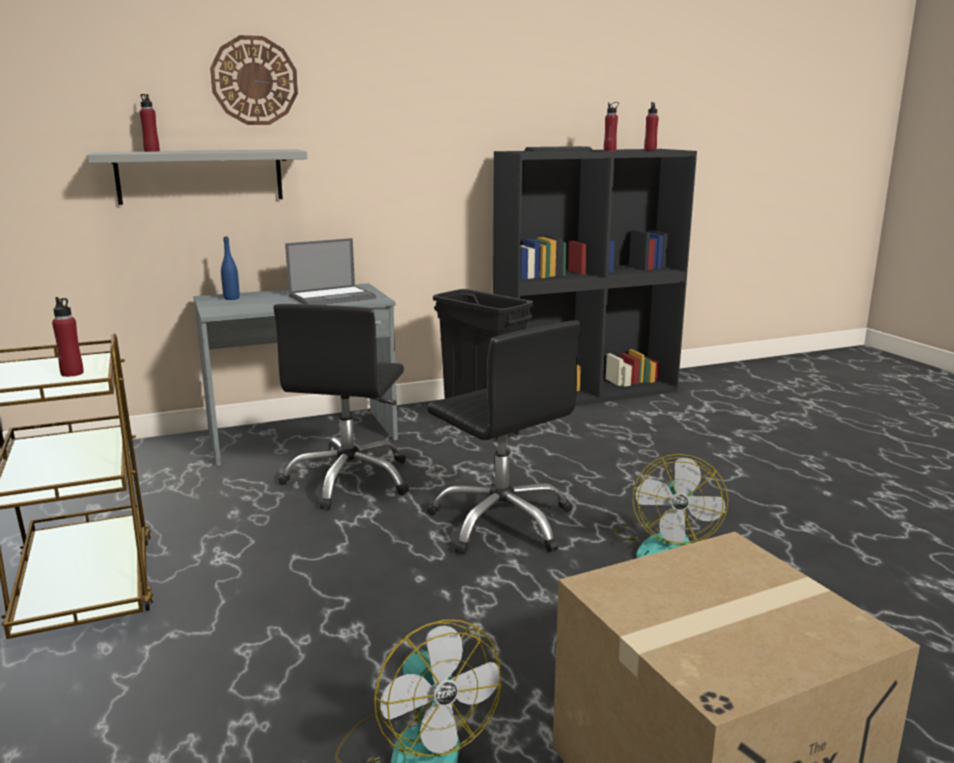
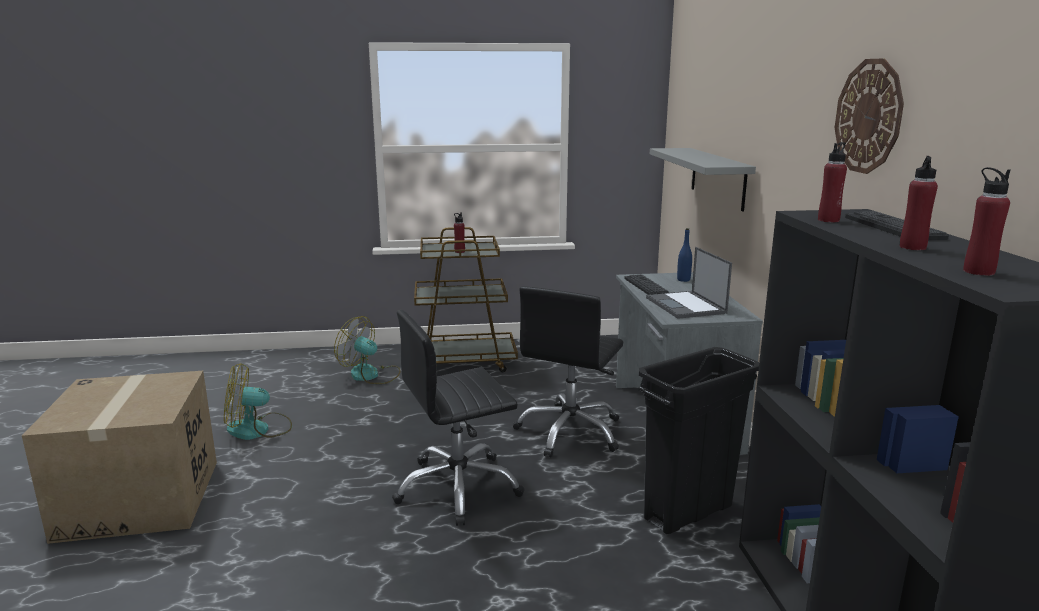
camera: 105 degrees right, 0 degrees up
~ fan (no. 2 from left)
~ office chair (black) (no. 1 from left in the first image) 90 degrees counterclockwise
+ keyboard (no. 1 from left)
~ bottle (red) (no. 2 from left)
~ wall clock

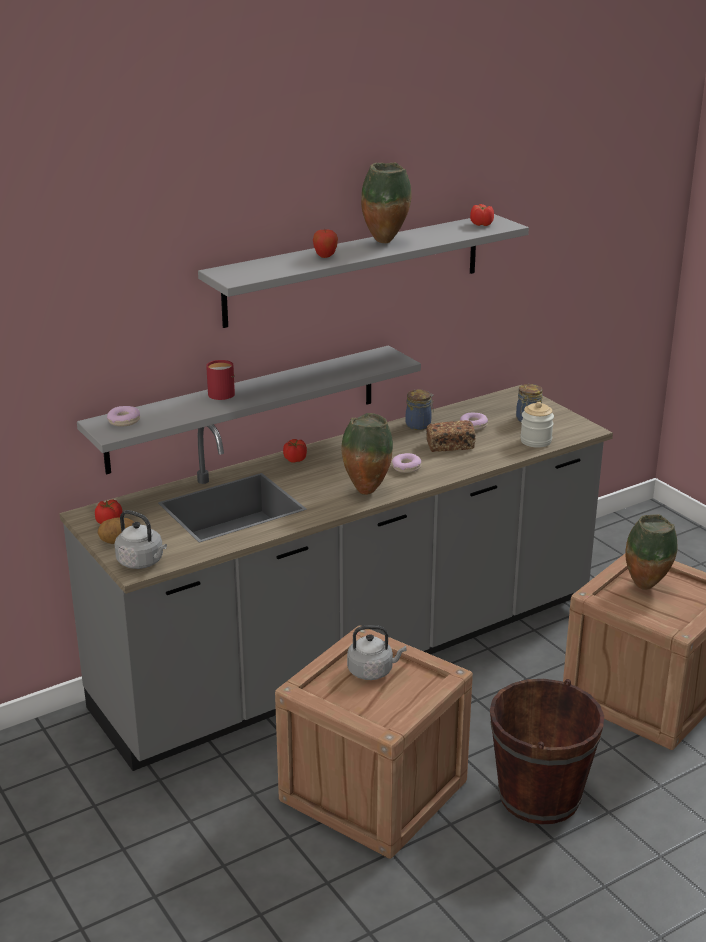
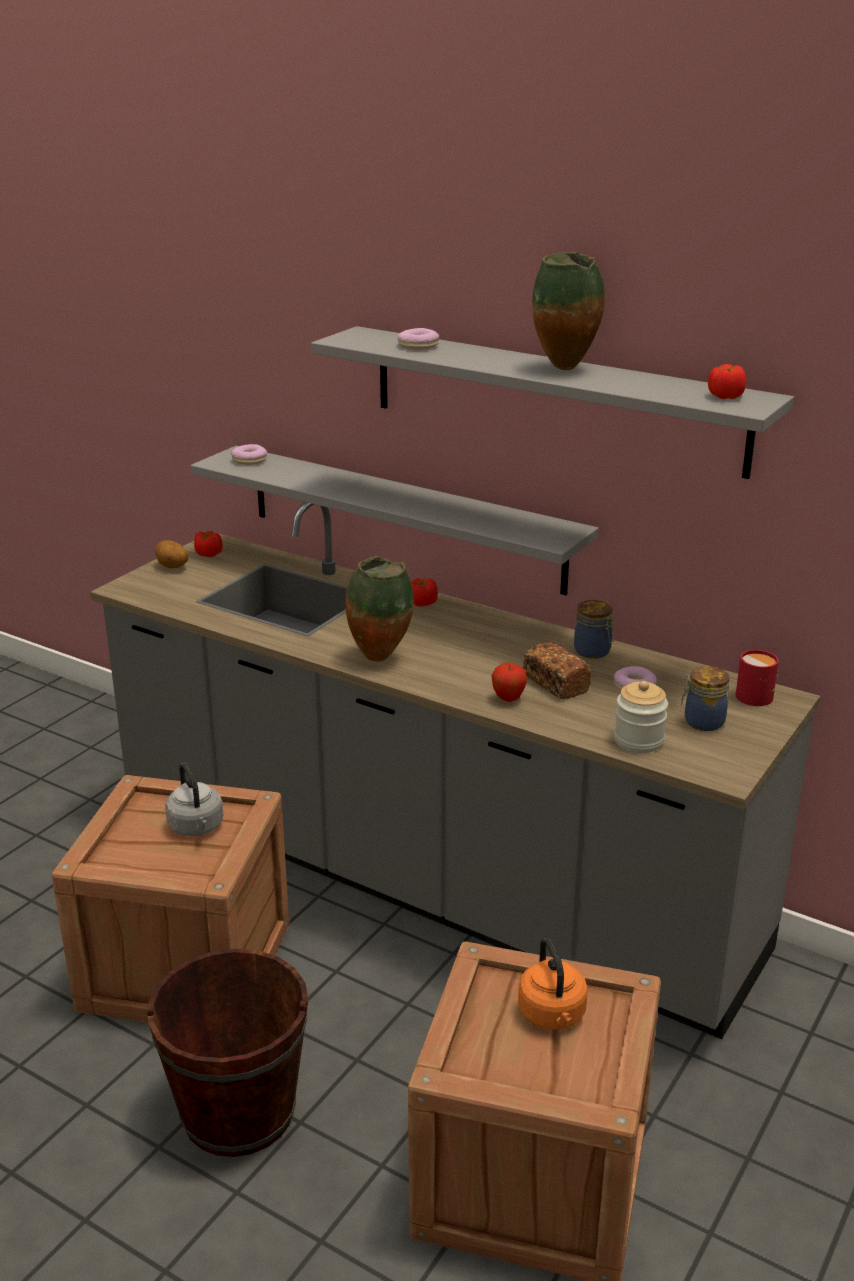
camera: 65 degrees right, 0 degrees up
~ donut (no. 2 from left)
~ apple
~ vase (no. 3 from left) to kettle (orange)
~ mug (red)
- kettle (grey) (no. 1 from left)

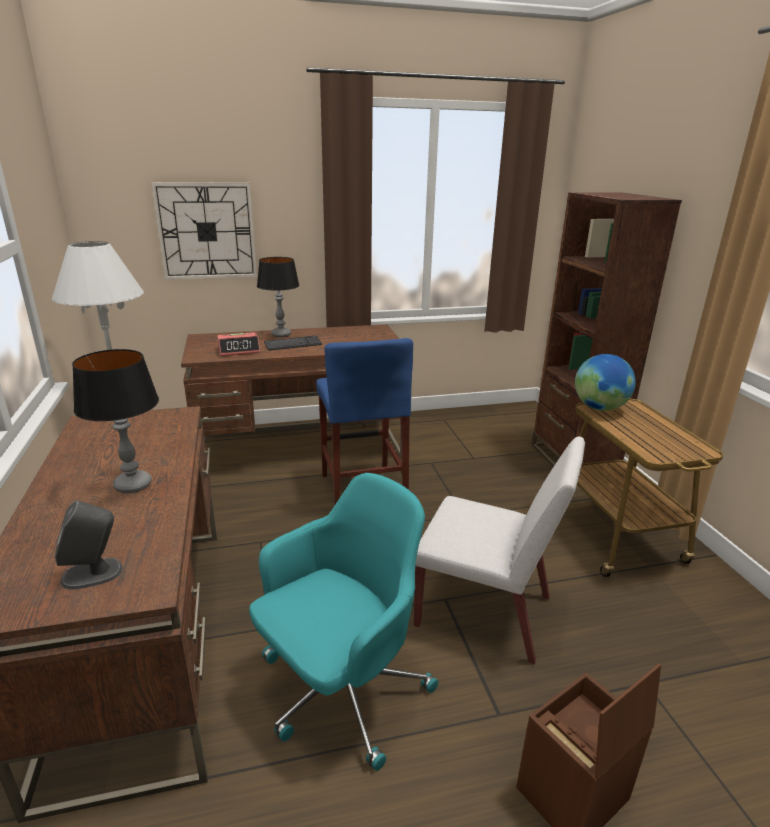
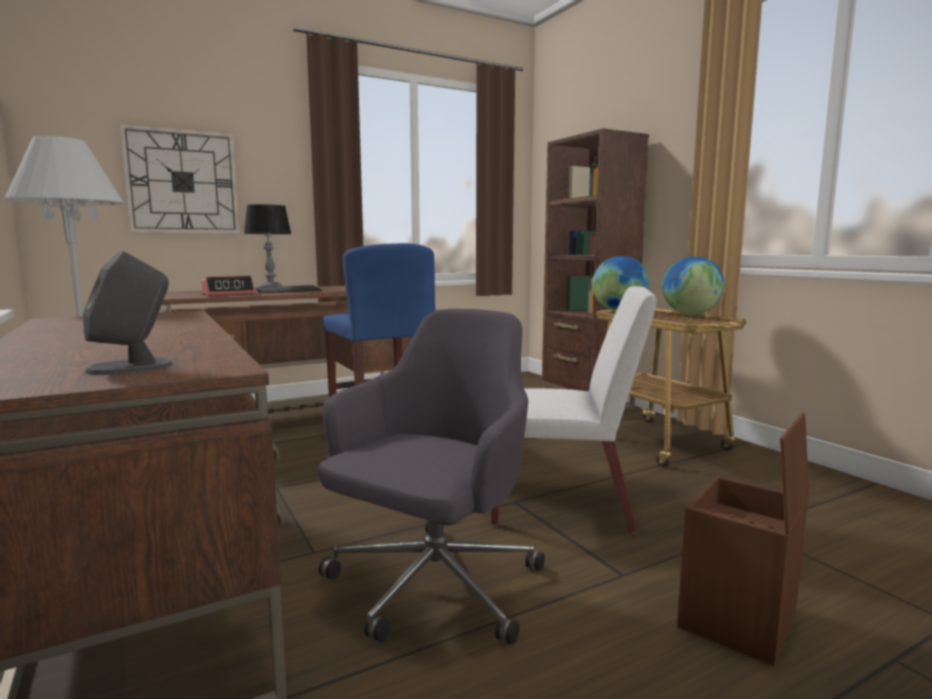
camera: 15 degrees left, 15 degrees down
~ office chair (turquoise) to office chair (grey)
+ globe (no. 2 from left)
- table lamp (no. 1 from left)

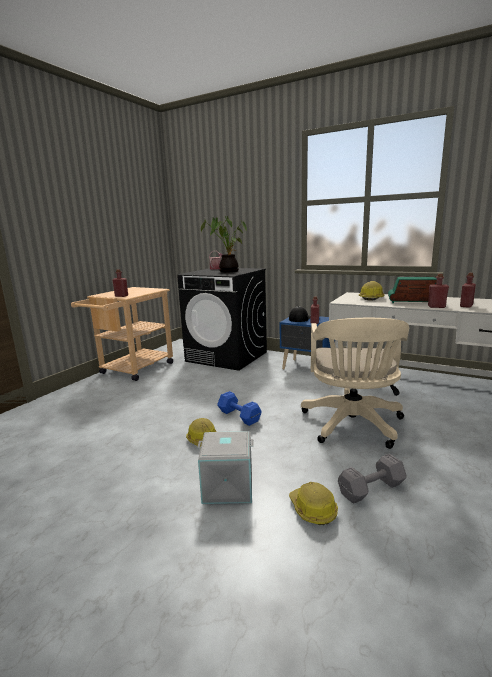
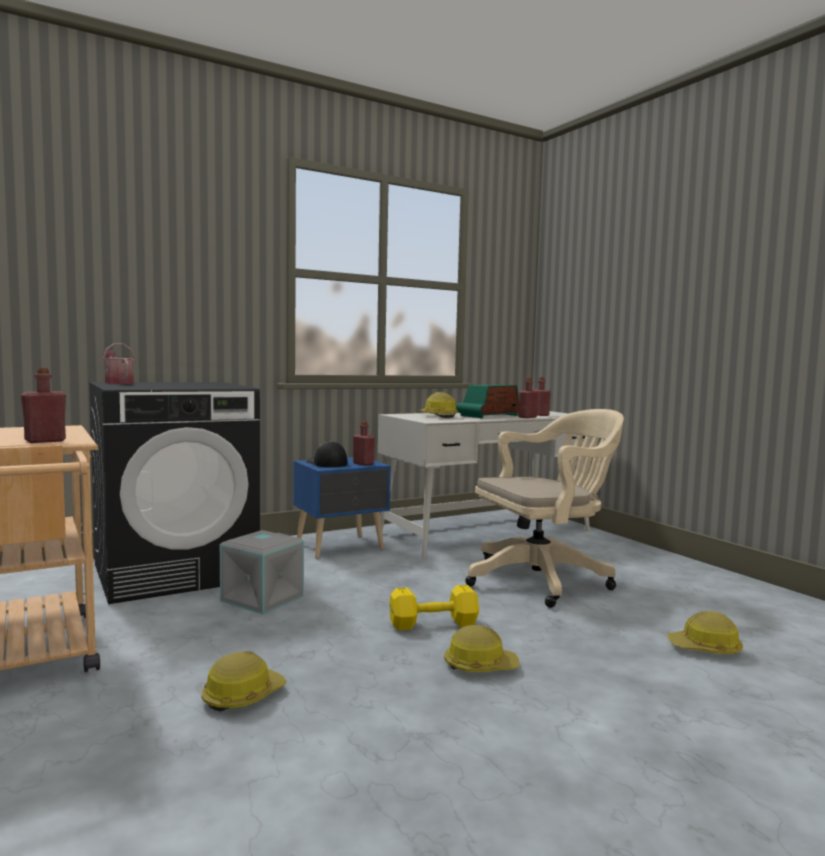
camera: 60 degrees left, 10 degrees down
+ hard hat (no. 1 from left)
~ storage box (grey)
~ dumbbell (blue) to dumbbell (yellow)
~ office chair (beige) 60 degrees counterclockwise
- potted plant
- dumbbell (grey)

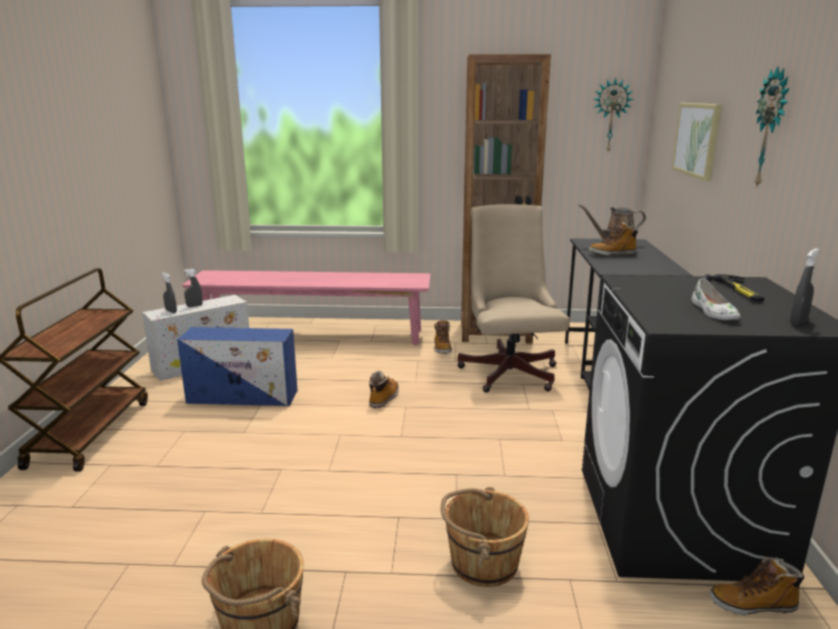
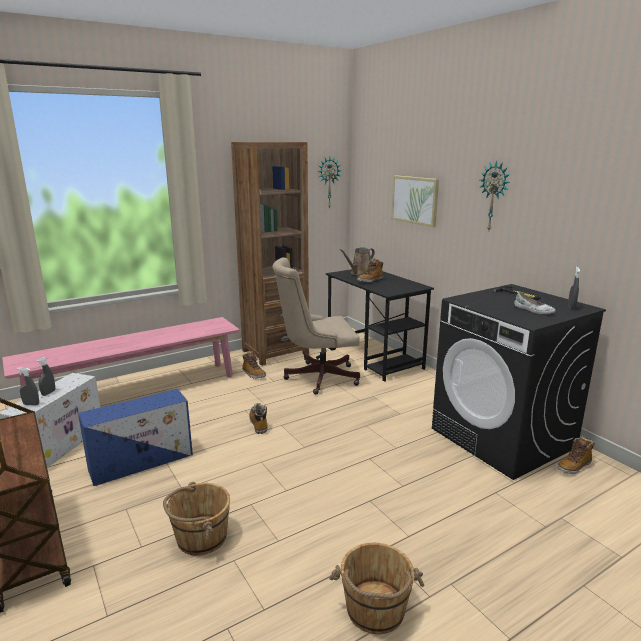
camera: 35 degrees left, 0 degrees up
~ bucket (brown) (no. 2 from left in the first image) to bucket (brown) (no. 1 from left)
~ office chair (beige) 60 degrees counterclockwise

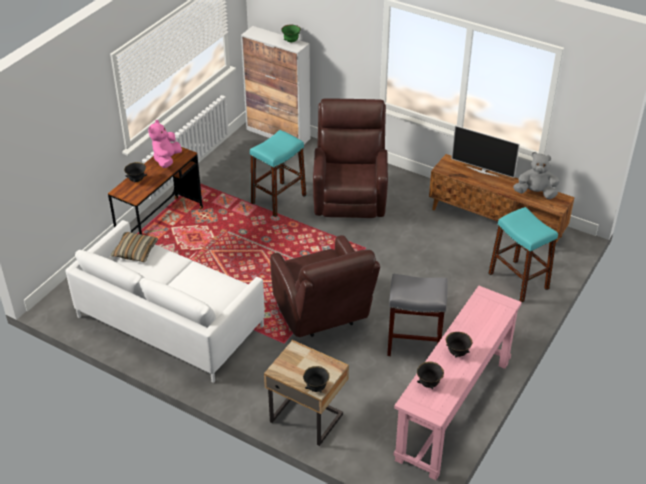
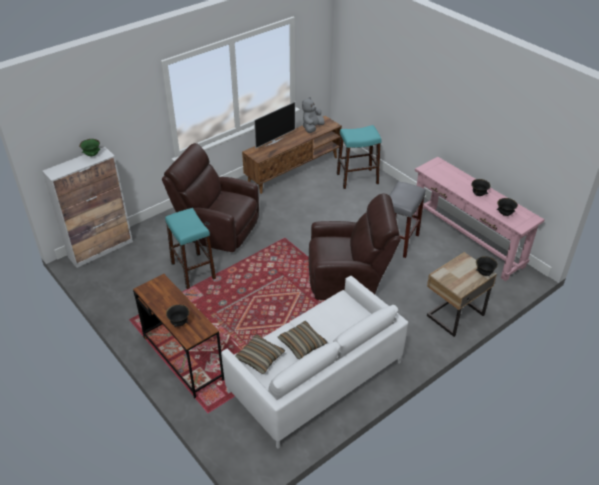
camera: 70 degrees left, 0 degrees up
+ pillow (no. 2 from left)
- plush toy (pink)

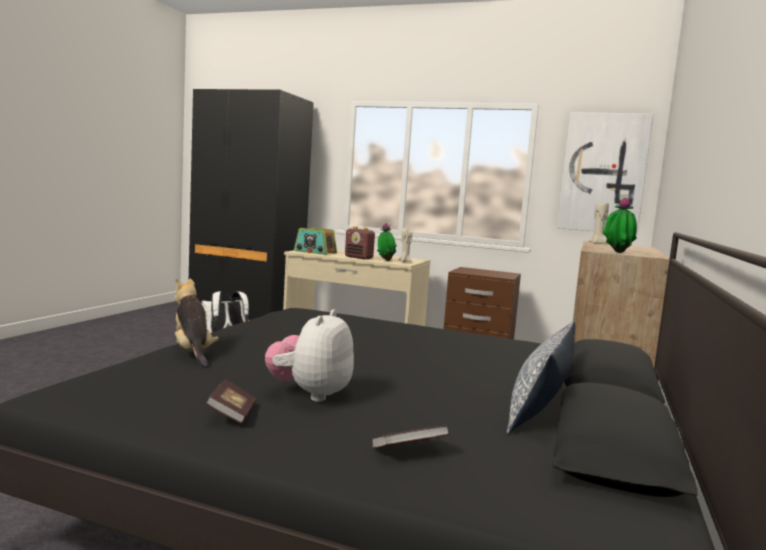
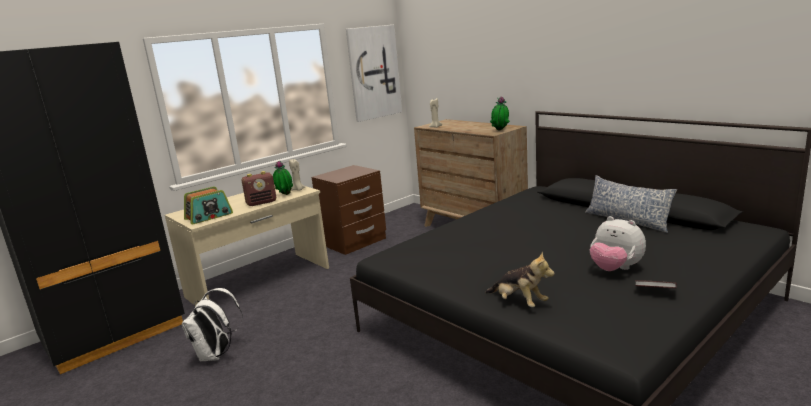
camera: 60 degrees left, 10 degrees up
~ plush toy (no. 1 from left) 135 degrees counterclockwise
- book (no. 2 from left)

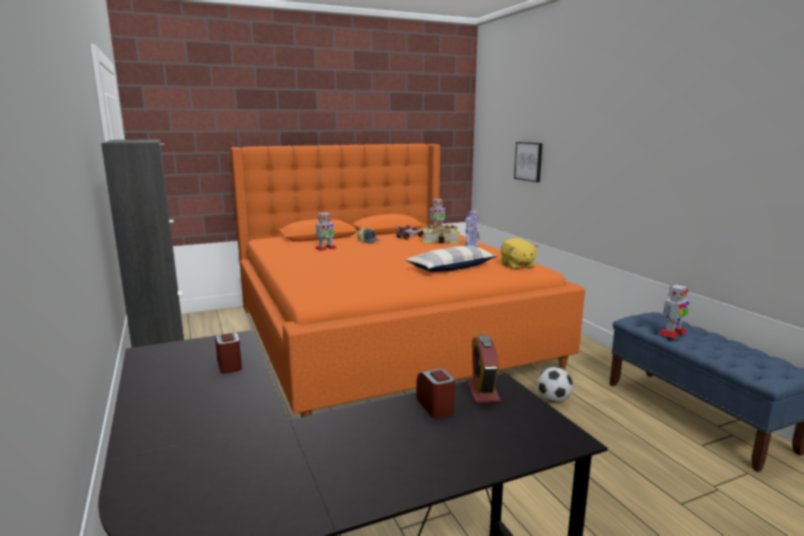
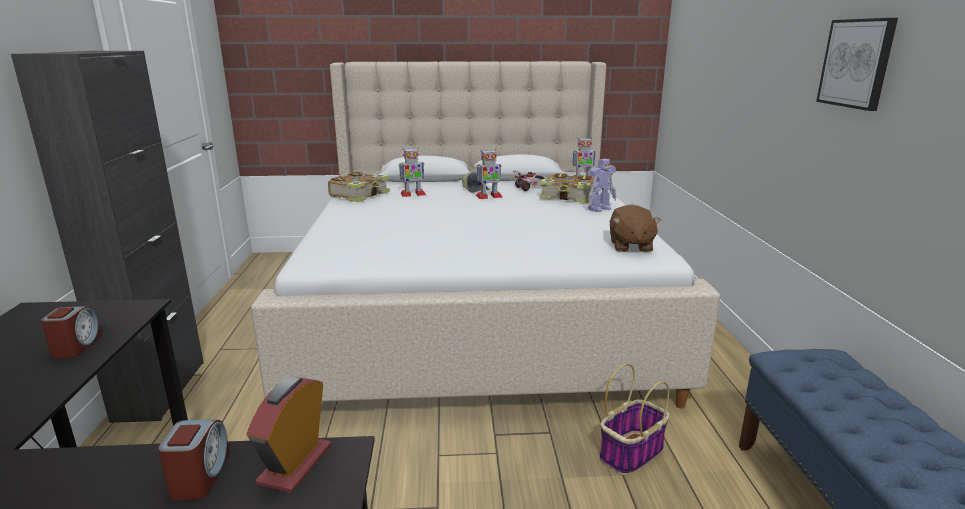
camera: 20 degrees right, 5 degrees up
~ bed (orange) to bed (beige)
+ book (no. 1 from left)
~ toy robot (no. 4 from left in the first image) to toy robot (no. 2 from left)
~ football to basket
~ plush toy (yellow) to plush toy (brown)
~ picture
- pillow

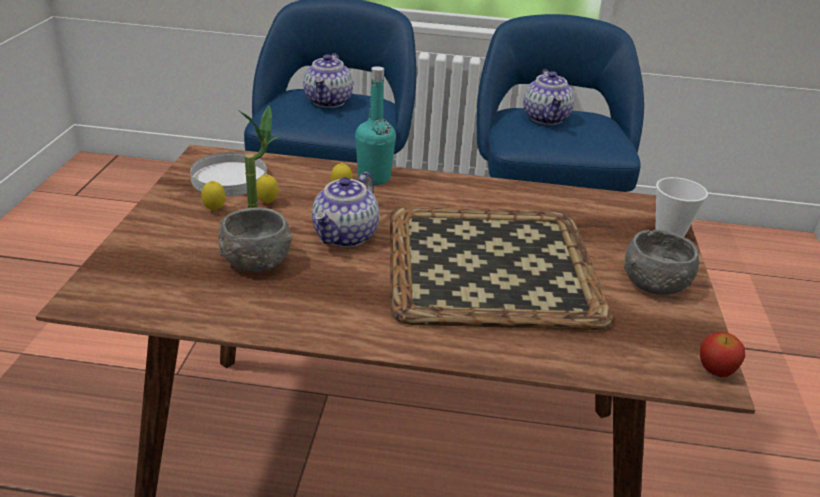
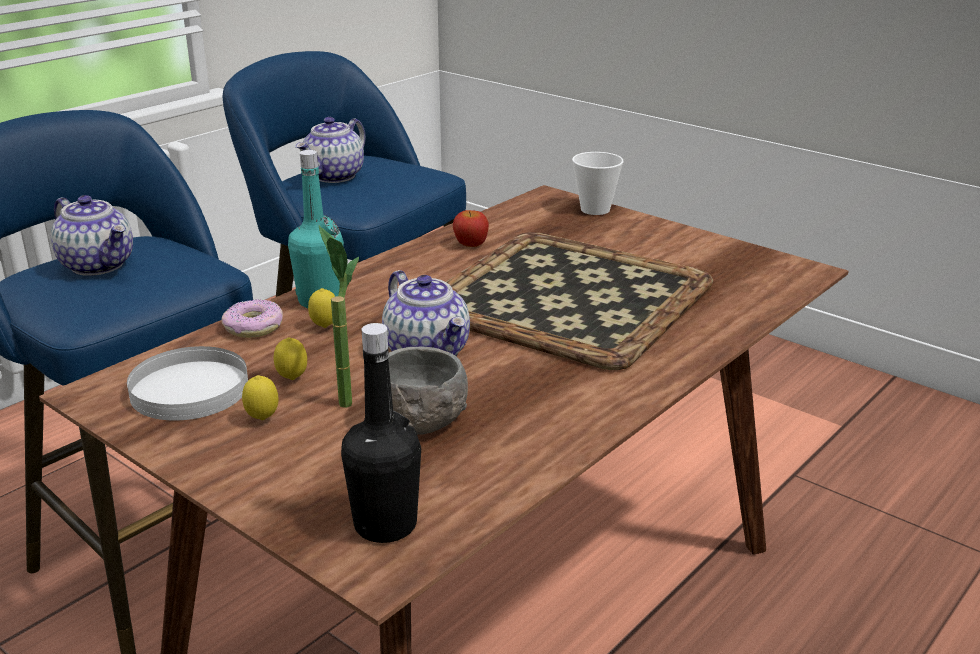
camera: 55 degrees left, 5 degrees down
+ donut
~ teapot (no. 3 from left in the first image) 90 degrees clockwise
+ bottle (black)
~ apple
- bowl (grey) (no. 2 from left)

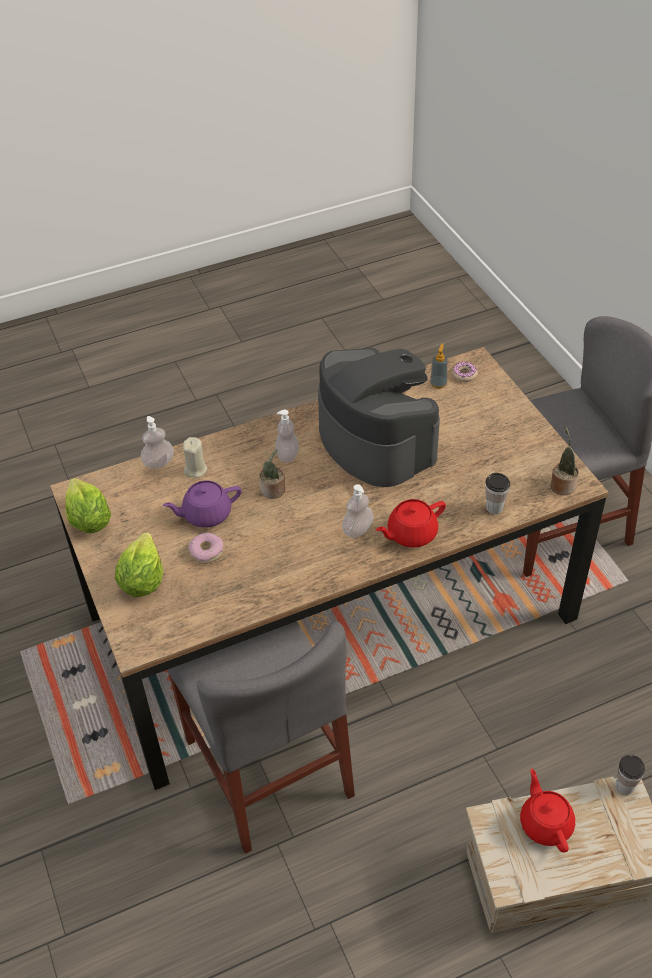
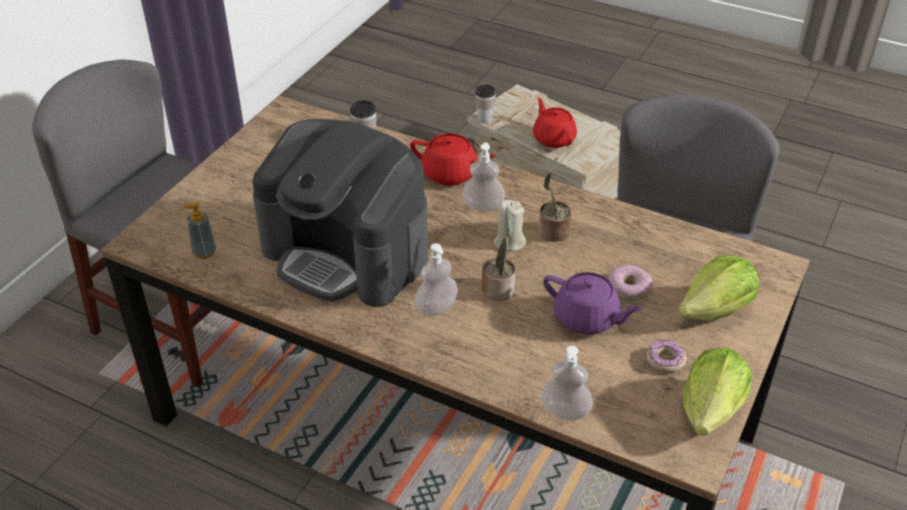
camera: 130 degrees left, 5 degrees down
~ coffee machine 75 degrees counterclockwise
~ candle (beige)
~ teapot (red) (no. 2 from left) 120 degrees clockwise
~ potted plant (no. 2 from left)
~ donut (no. 2 from left)

